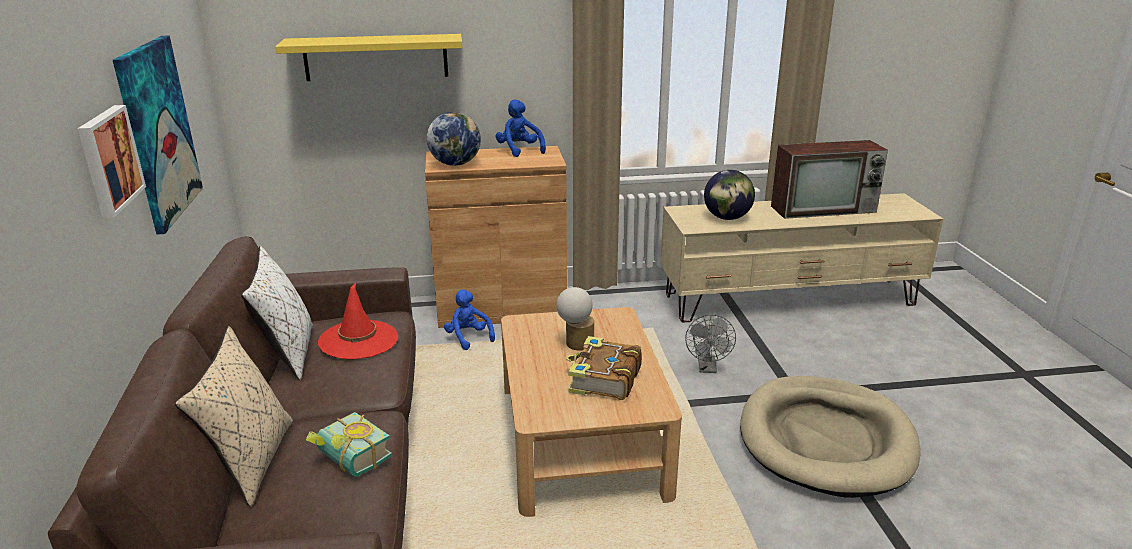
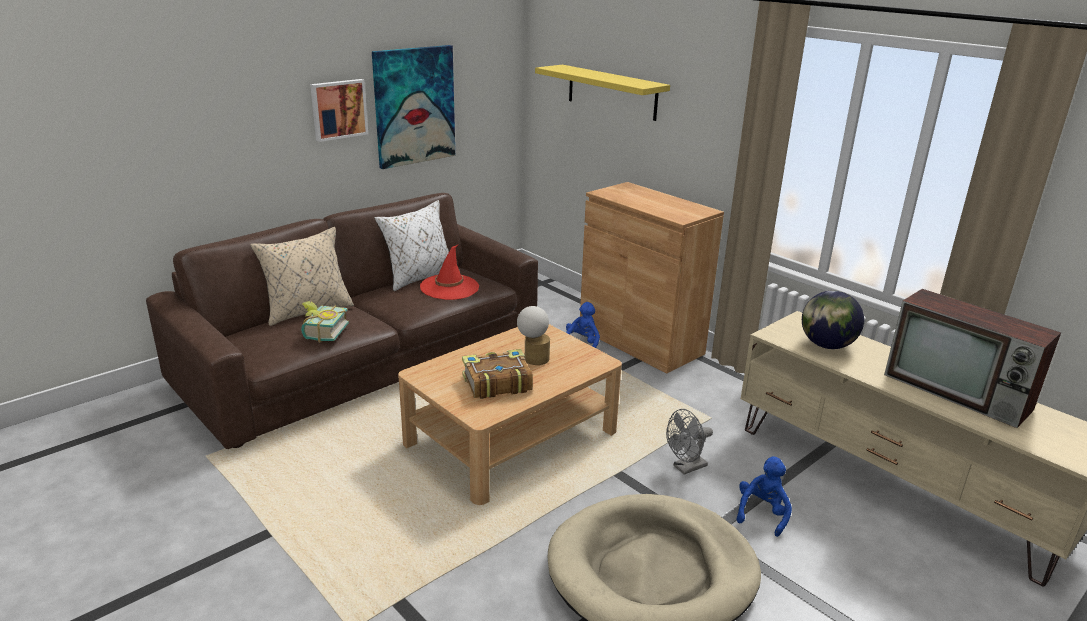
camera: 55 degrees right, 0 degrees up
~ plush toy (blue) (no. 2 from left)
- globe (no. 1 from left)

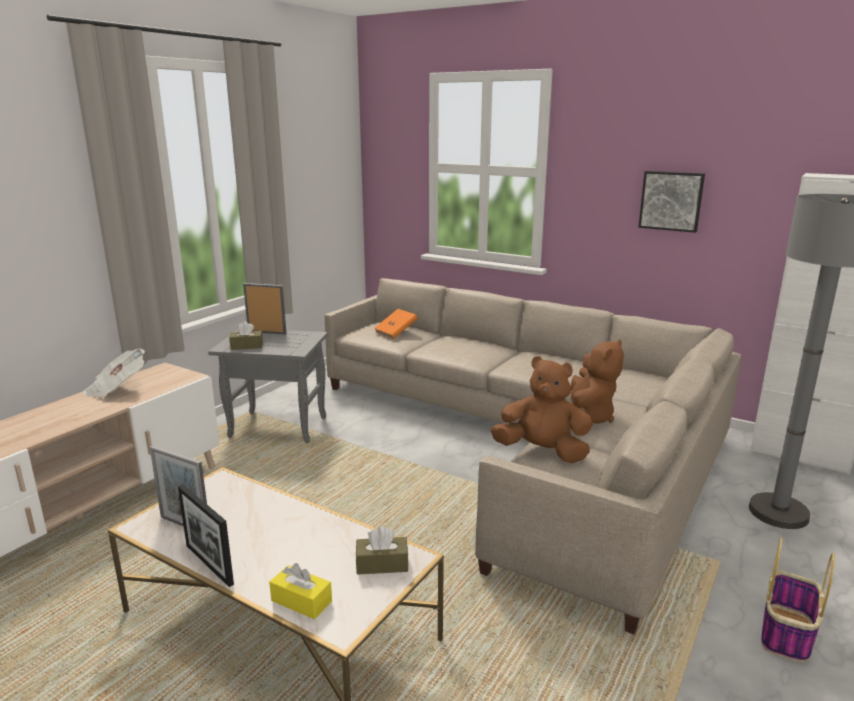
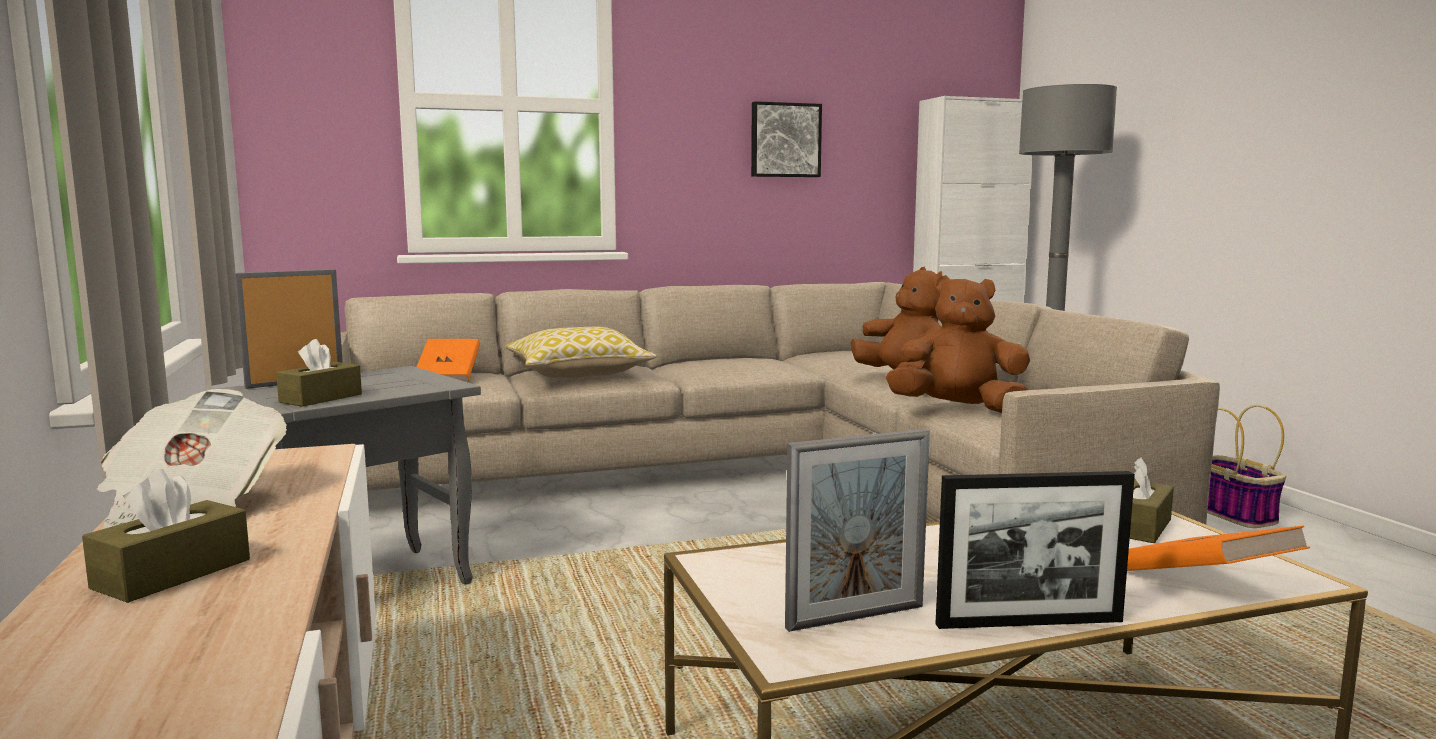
camera: 50 degrees left, 10 degrees down
+ tissue box (brown) (no. 1 from left)
+ pillow
~ plush toy (brown) (no. 1 from left in the first image) 45 degrees clockwise
~ tissue box (yellow) to book (orange) (no. 2 from left)

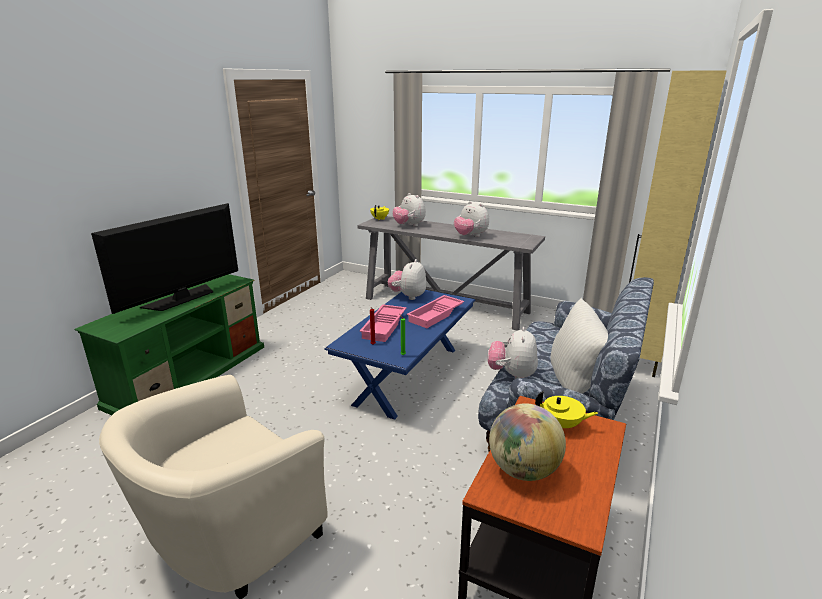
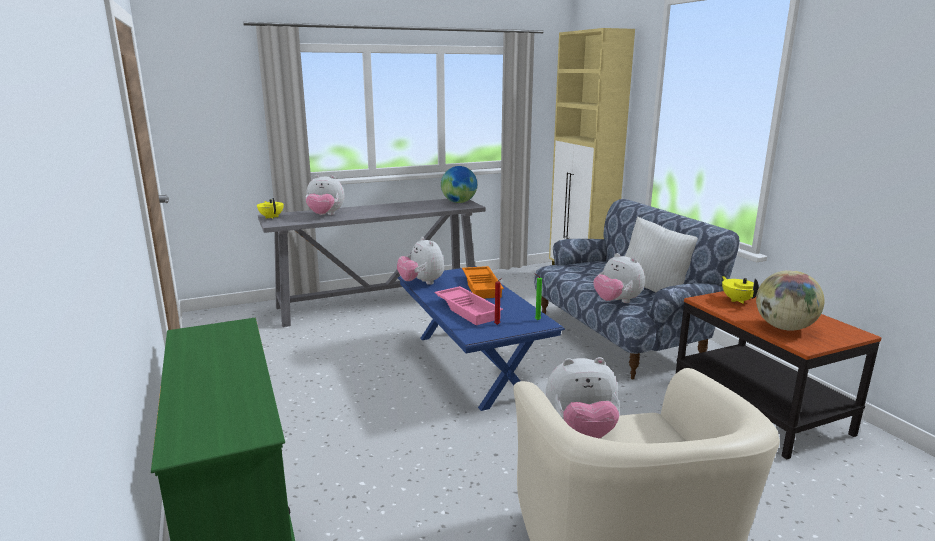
camera: 50 degrees left, 5 degrees down
+ globe (no. 1 from left)
~ tray (pink) (no. 2 from left) to tray (orange)
~ plush toy (no. 3 from left)
~ teapot (yellow) (no. 2 from left) 75 degrees counterclockwise
- television

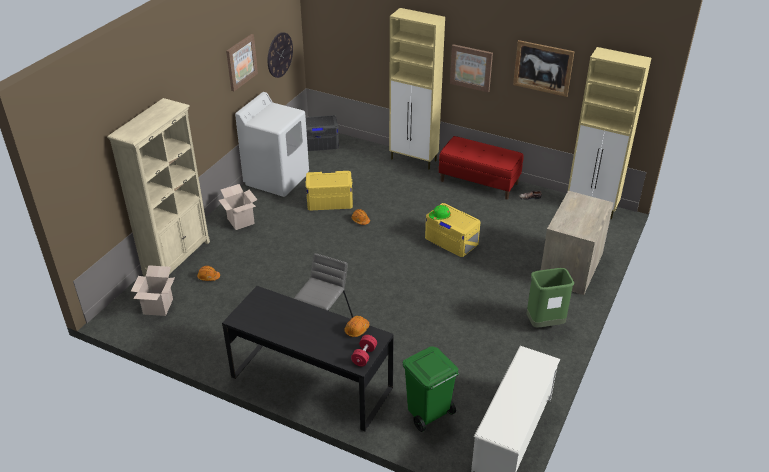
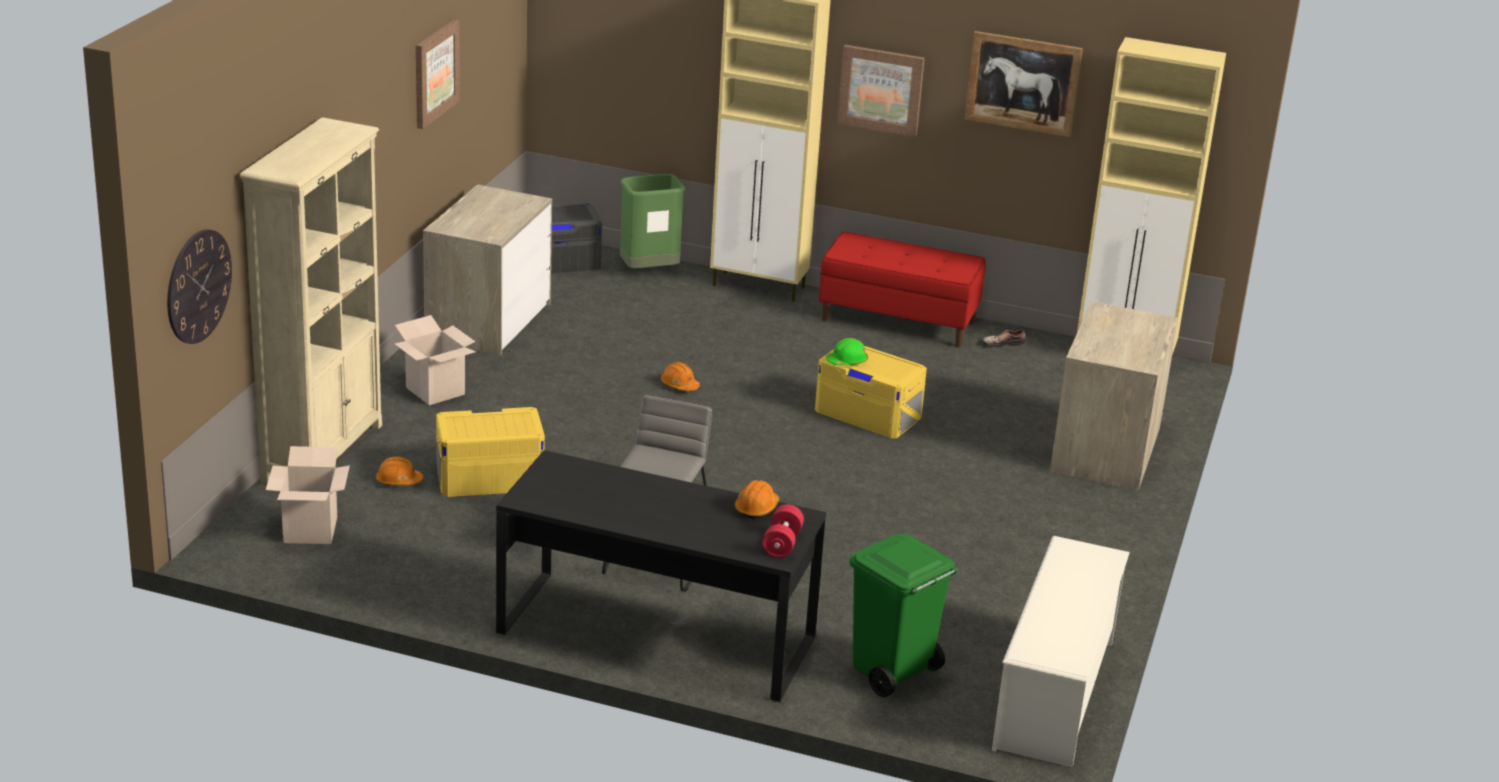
camera: 10 degrees left, 10 degrees down
~ wall clock
~ washing machine (white) to dresser (no. 1 from left)
~ storage box (yellow) (no. 1 from left)
~ trash can (green) (no. 2 from left in the first image) to trash can (green) (no. 1 from left)

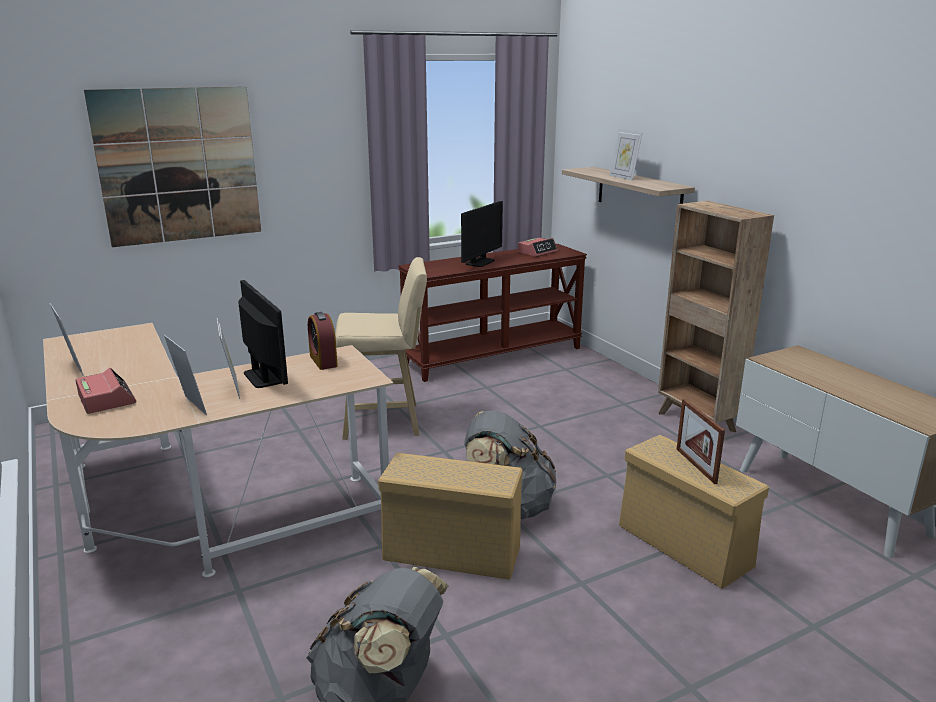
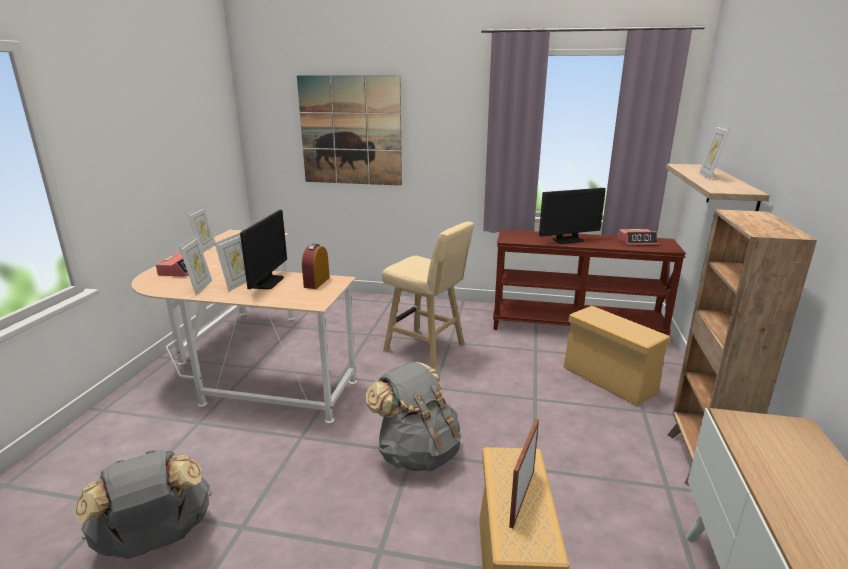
camera: 40 degrees right, 0 degrees up
~ storage box (beige) (no. 1 from left in the first image) to storage box (beige) (no. 2 from left)

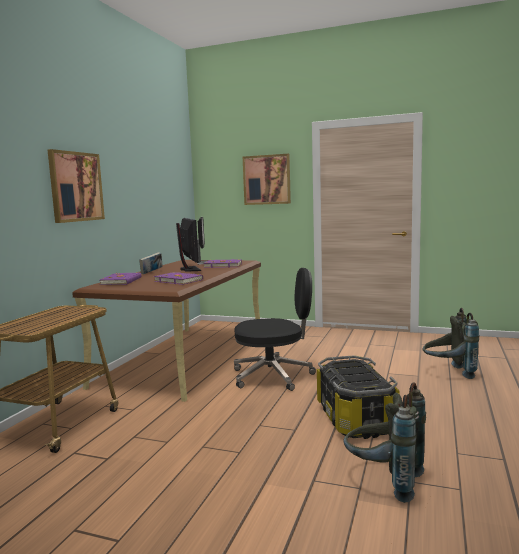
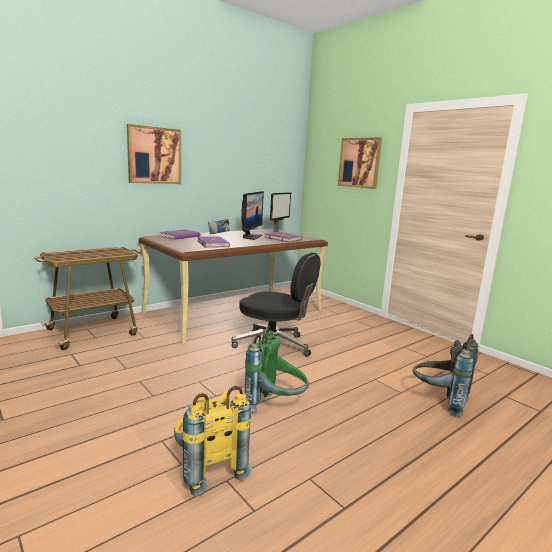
camera: 30 degrees right, 5 degrees up
~ backpack (grey) (no. 1 from left) to backpack (yellow)
~ storage box to backpack (green)

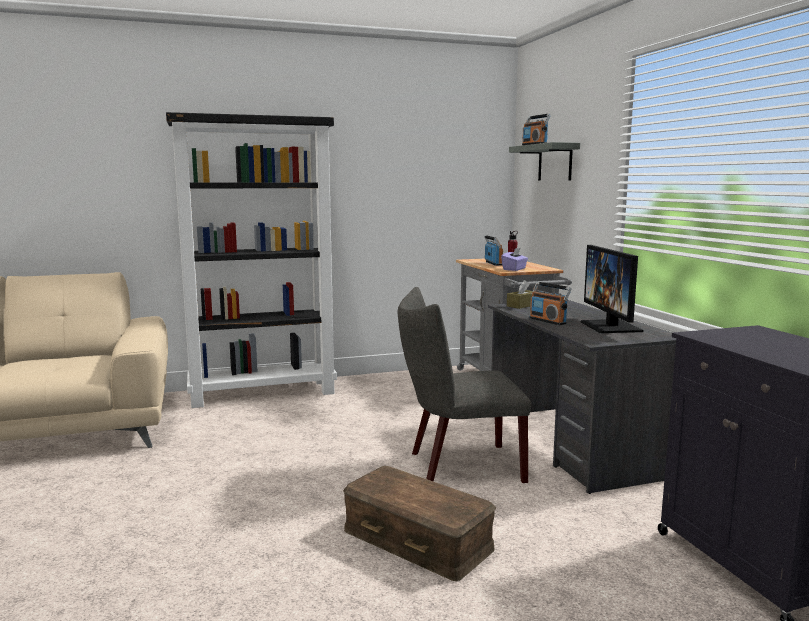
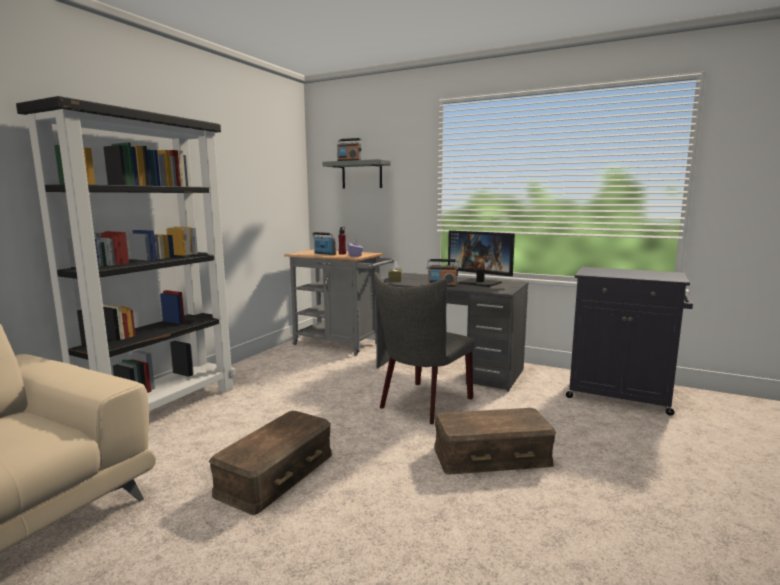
camera: 45 degrees left, 0 degrees up
+ storage box (brown) (no. 1 from left)

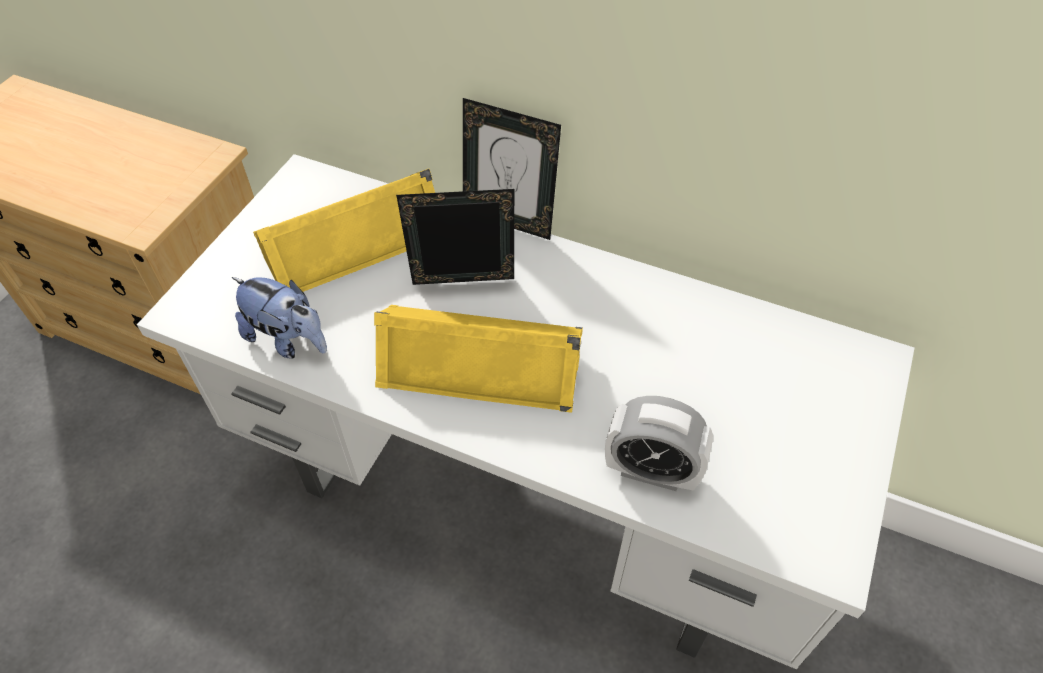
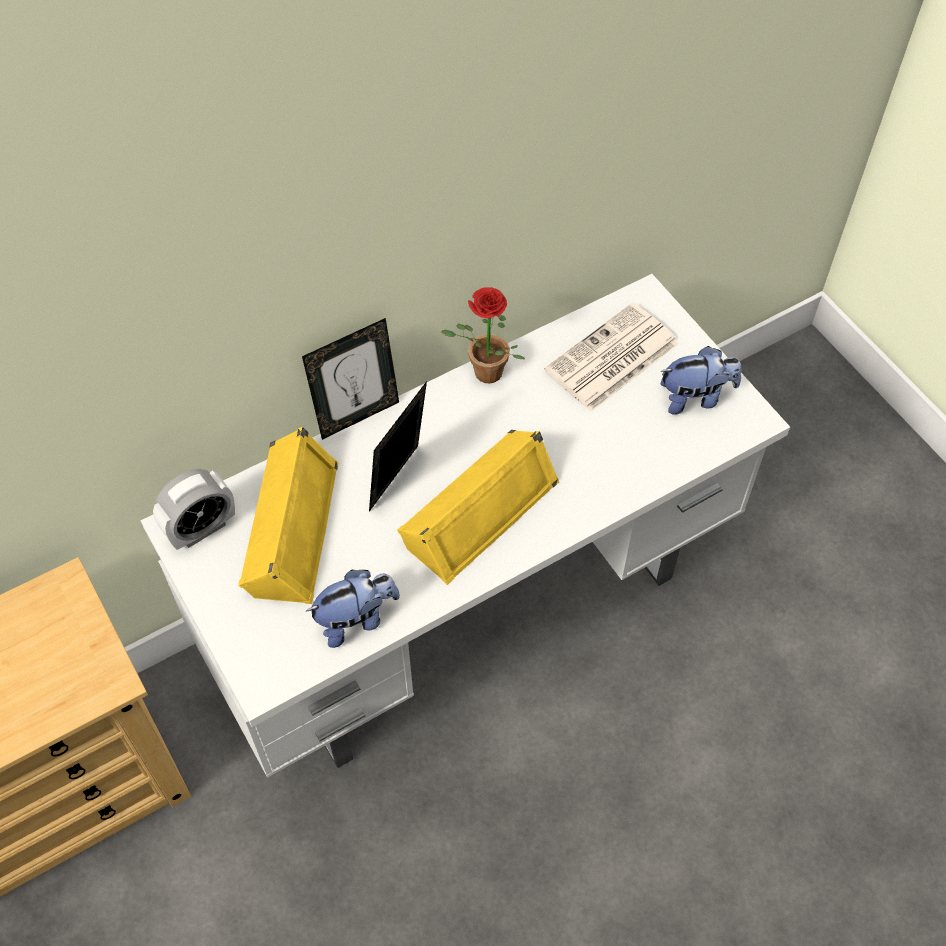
camera: 55 degrees left, 5 degrees up
~ alarm clock
+ potted plant
+ newspaper
+ plush toy (no. 2 from left)

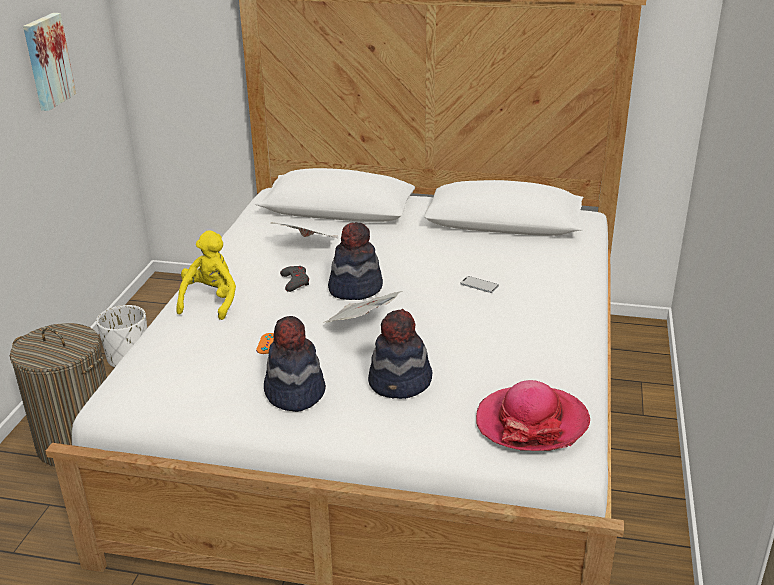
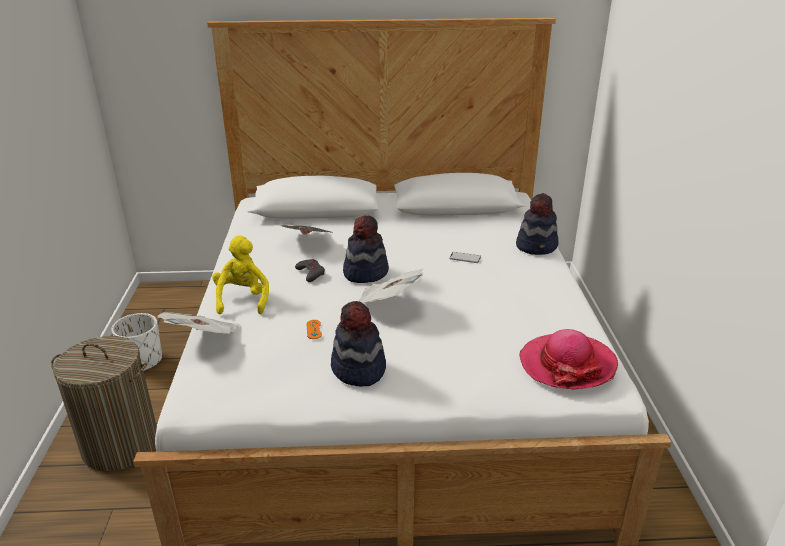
camera: 15 degrees left, 0 degrees up
+ newspaper (no. 1 from left)
~ hat (no. 3 from left)
- picture

